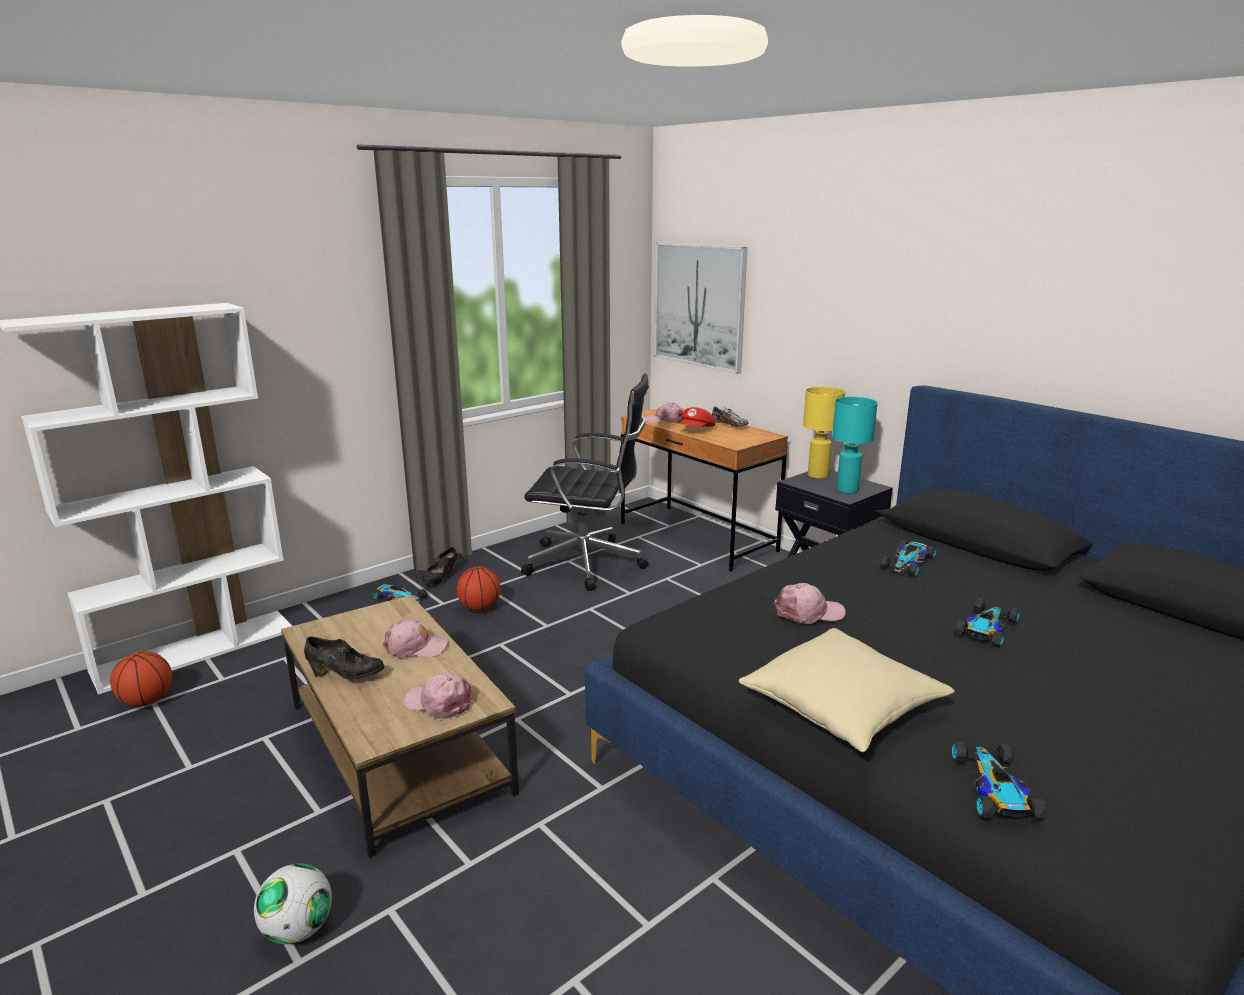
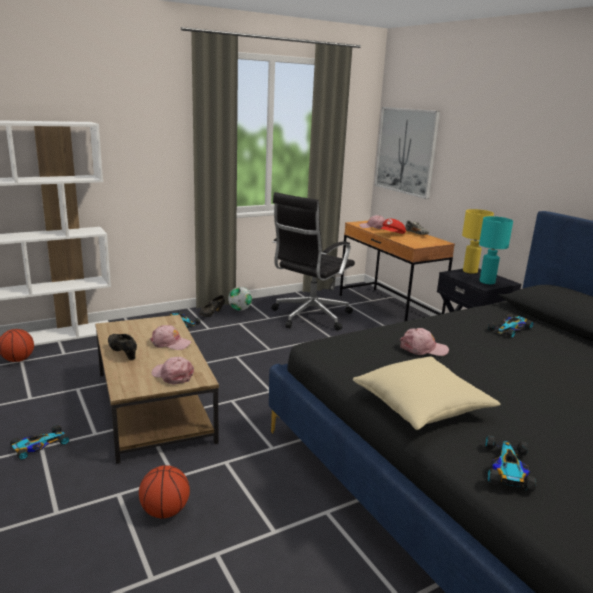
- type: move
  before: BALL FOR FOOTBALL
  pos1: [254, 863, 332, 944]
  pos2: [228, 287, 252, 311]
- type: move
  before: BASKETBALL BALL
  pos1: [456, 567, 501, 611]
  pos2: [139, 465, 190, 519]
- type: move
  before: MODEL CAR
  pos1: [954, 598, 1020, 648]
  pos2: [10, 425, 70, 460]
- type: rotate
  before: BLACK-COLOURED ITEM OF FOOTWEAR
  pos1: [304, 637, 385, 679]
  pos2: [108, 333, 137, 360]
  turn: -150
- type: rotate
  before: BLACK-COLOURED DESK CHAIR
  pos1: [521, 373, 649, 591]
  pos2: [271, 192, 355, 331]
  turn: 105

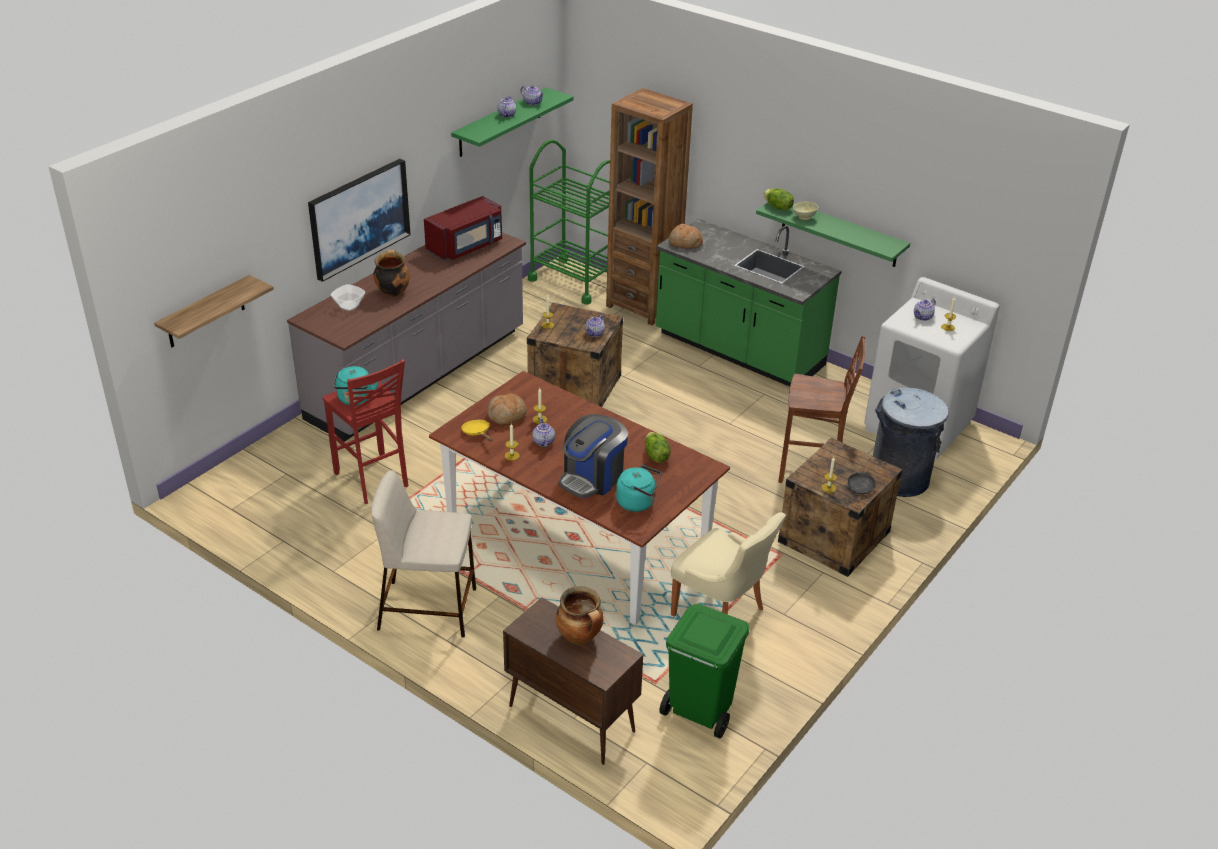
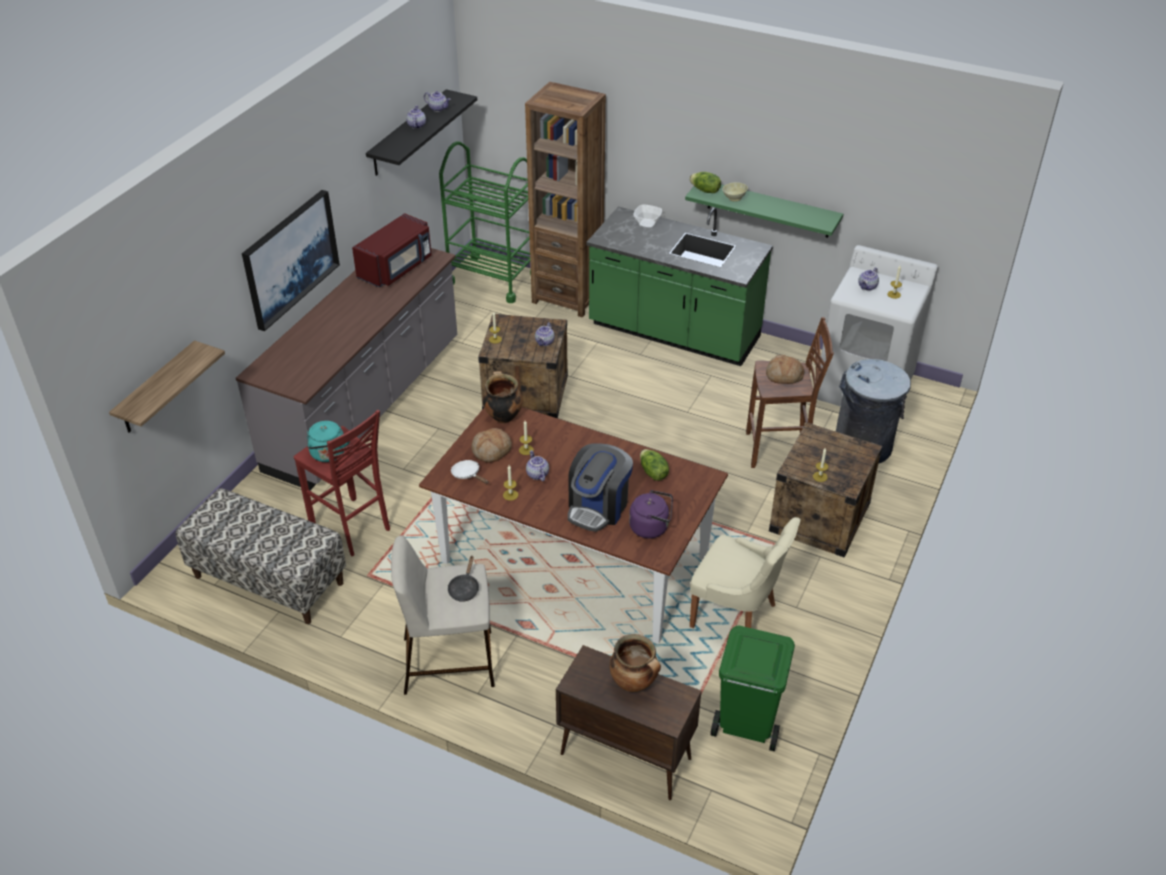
- type: insert
  after: LONG SEAT
  pos2: [176, 488, 346, 624]
- type: move
  before: SERVING BOWL
  pos1: [331, 284, 365, 311]
  pos2: [633, 205, 662, 228]
- type: move
  before: COOKING POT
  pos1: [374, 249, 410, 297]
  pos2: [483, 371, 523, 423]
- type: move
  before: BAKED BREAD
  pos1: [669, 224, 703, 249]
  pos2: [766, 355, 805, 384]
- type: move
  before: BLACK-COLOURED PAN
  pos1: [847, 459, 876, 494]
  pos2: [448, 555, 479, 602]
- type: recolor
  before: GREEN SHELF
  after: BLACK-COLOURED SHELF
  pos1: [451, 87, 574, 157]
  pos2: [366, 89, 477, 176]
- type: recolor
  before: YELLOW-COLOURED PAN
  after: WHITE-COLOURED PAN
  pos1: [461, 420, 493, 441]
  pos2: [451, 460, 488, 484]
- type: recolor
  before: TURQUOISE-COLOURED WATER KETTLE
  after: PURPLE WATER KETTLE
  pos1: [616, 465, 662, 512]
  pos2: [629, 490, 673, 538]

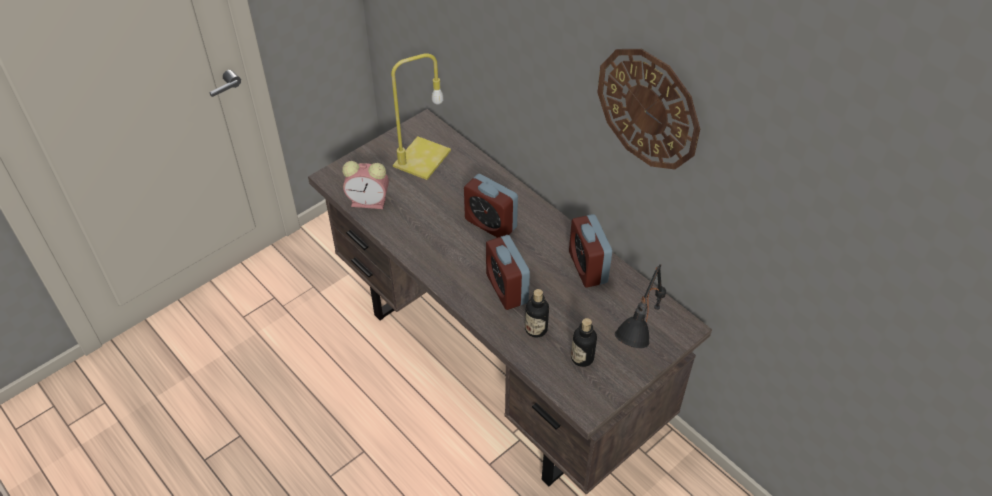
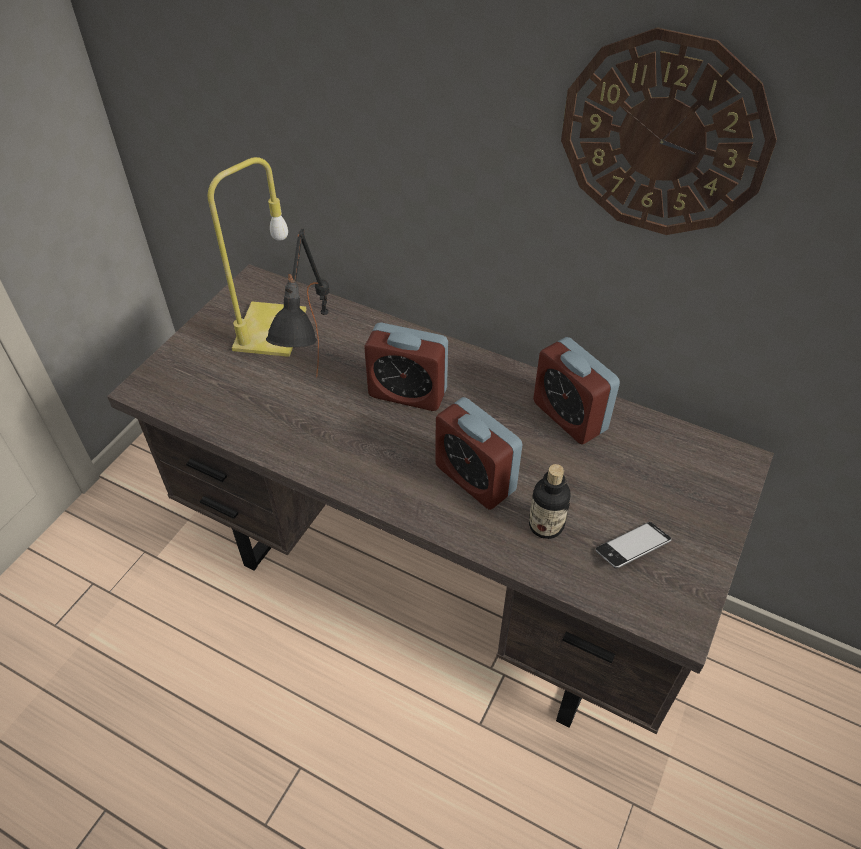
- type: delete
  before: TABLE CLOCK
  pos1: [342, 161, 389, 209]
- type: move
  before: BLACK-COLOURED TABLETOP LAMP
  pos1: [615, 264, 666, 348]
  pos2: [266, 229, 329, 378]
- type: replace
  before: BEVERAGE BOTTLE
  after: HANDSET
  pos1: [571, 318, 597, 367]
  pos2: [596, 522, 671, 568]

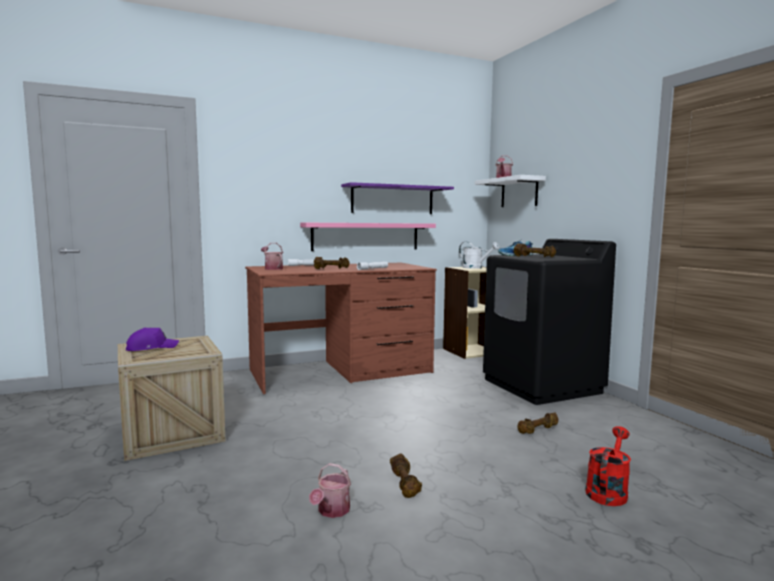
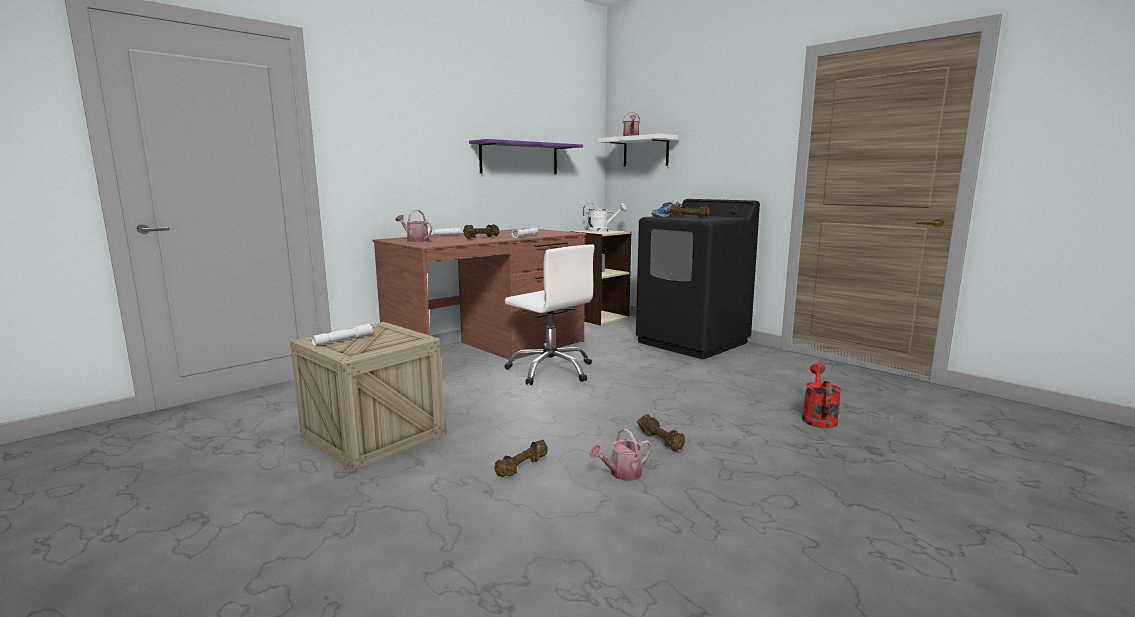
- type: delete
  before: PINK SHELF
  pos1: [300, 222, 436, 251]
- type: insert
  after: WHITE-COLOURED DESK CHAIR
  pos2: [504, 244, 595, 385]
- type: move
  before: BROWN-COLOURED HAND WEIGHT
  pos1: [517, 413, 558, 434]
  pos2: [495, 440, 548, 477]
- type: replace
  before: PURPLE PEAKED CAP
  after: WHITE-COLOURED TORCH
  pos1: [126, 328, 179, 351]
  pos2: [312, 324, 373, 346]
- type: rotate
  before: WATERING POT
  pos1: [309, 463, 351, 518]
  pos2: [589, 428, 652, 481]
  turn: 60

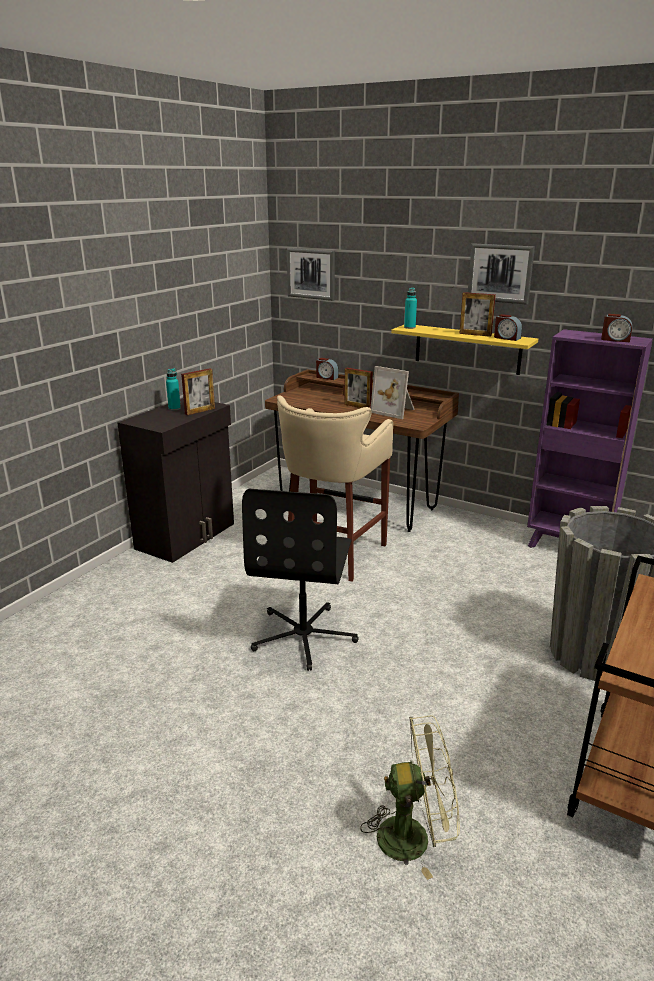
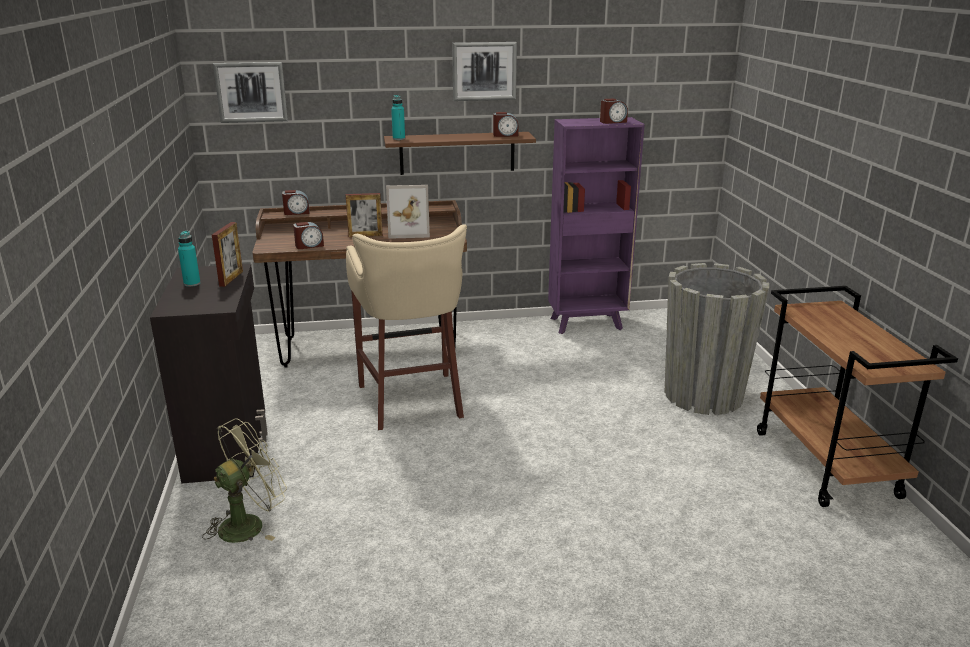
- type: delete
  before: BLACK-COLOURED DESK CHAIR
  pos1: [242, 489, 358, 671]
- type: delete
  before: PHOTO FRAME
  pos1: [459, 292, 496, 337]
- type: insert
  after: TABLE CLOCK
  pos2: [293, 222, 324, 249]
- type: move
  before: GREEN FAN
  pos1: [360, 715, 460, 880]
  pos2: [202, 418, 287, 543]
- type: recolor
  before: YELLOW-COLOURED SHELF
  after: BROWN-COLOURED SHELF
  pos1: [391, 325, 538, 375]
  pos2: [384, 132, 536, 175]

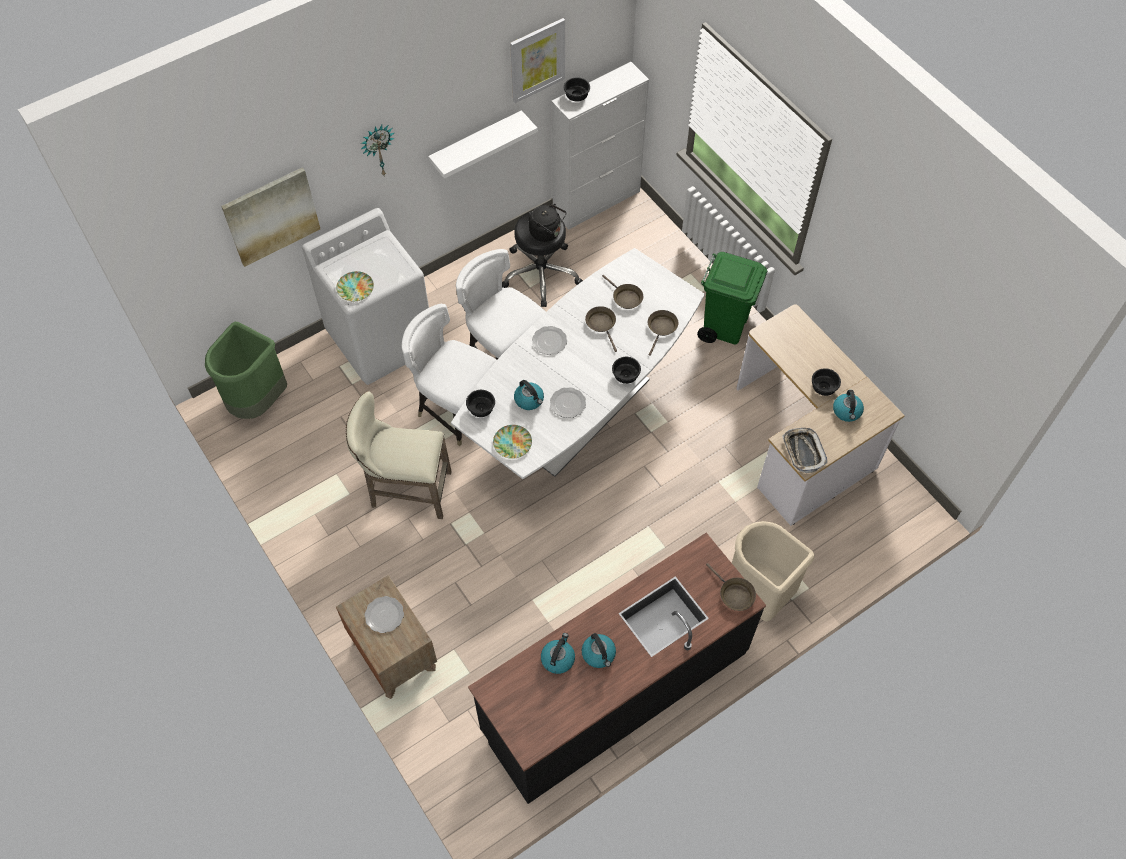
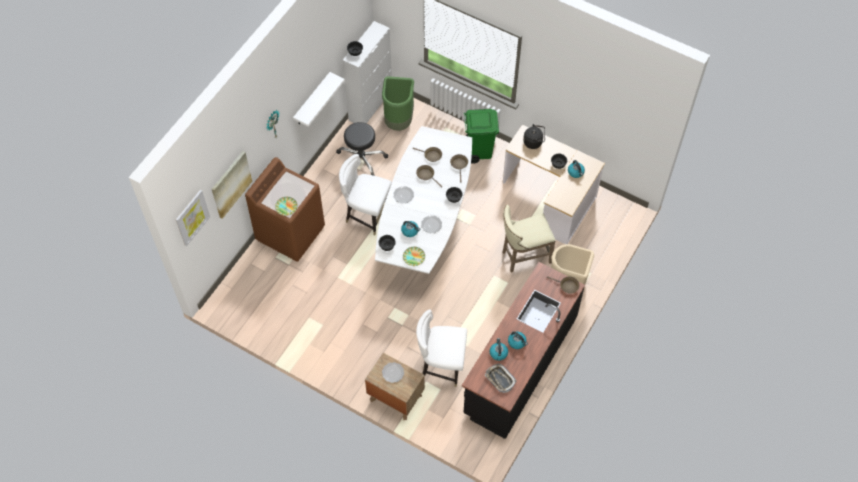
- type: move
  before: GREEN RUBBISH BIN
  pos1: [205, 322, 287, 419]
  pos2: [382, 76, 414, 131]
- type: move
  before: BEIGE SITTING STOOL
  pos1: [346, 391, 452, 519]
  pos2: [502, 205, 556, 273]
- type: move
  before: WHITE-COLOURED CHAIR
  pos1: [402, 304, 497, 446]
  pos2: [416, 309, 467, 387]
- type: move
  before: PICTURE
  pos1: [510, 18, 565, 103]
  pos2: [176, 190, 210, 246]
- type: move
  before: BLACK-COLOURED WATER KETTLE
  pos1: [529, 204, 566, 242]
  pos2: [523, 124, 545, 149]
- type: move
  before: TRAY
  pos1: [782, 428, 828, 473]
  pos2: [485, 364, 516, 393]
- type: recolor
  before: WHITE-COLOURED LAUNDRY MACHINE
  after: BROWN-COLOURED LAUNDRY MACHINE
  pos1: [302, 208, 429, 385]
  pos2: [245, 157, 325, 262]

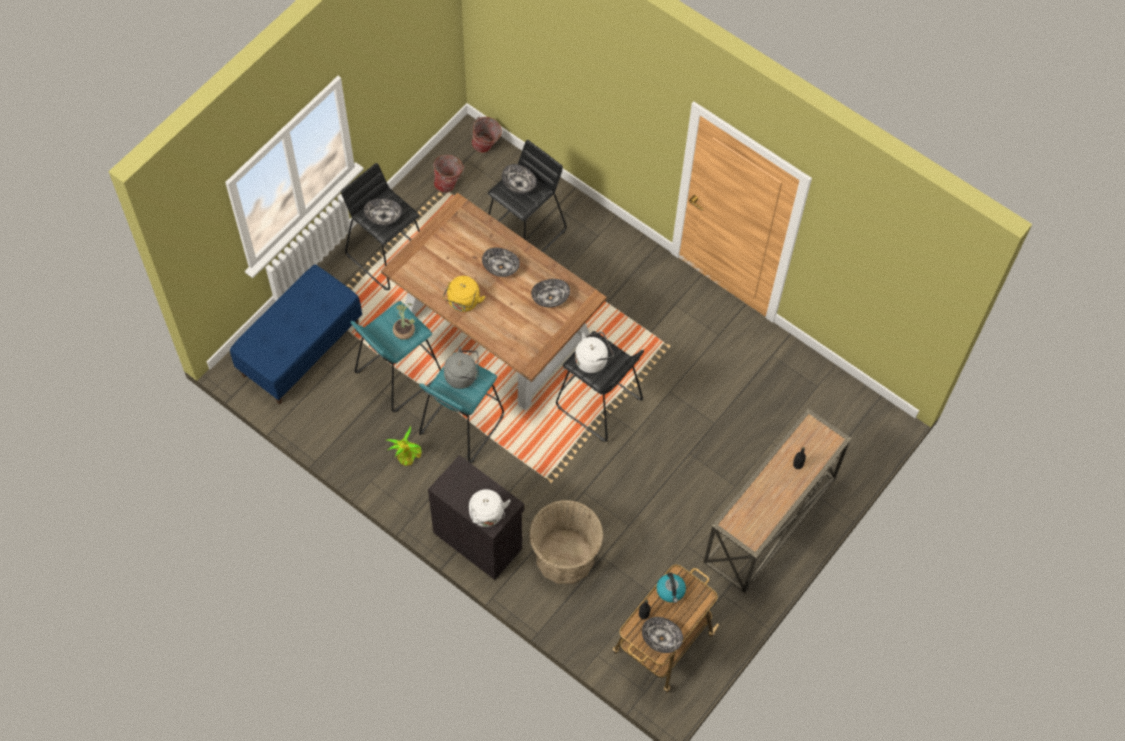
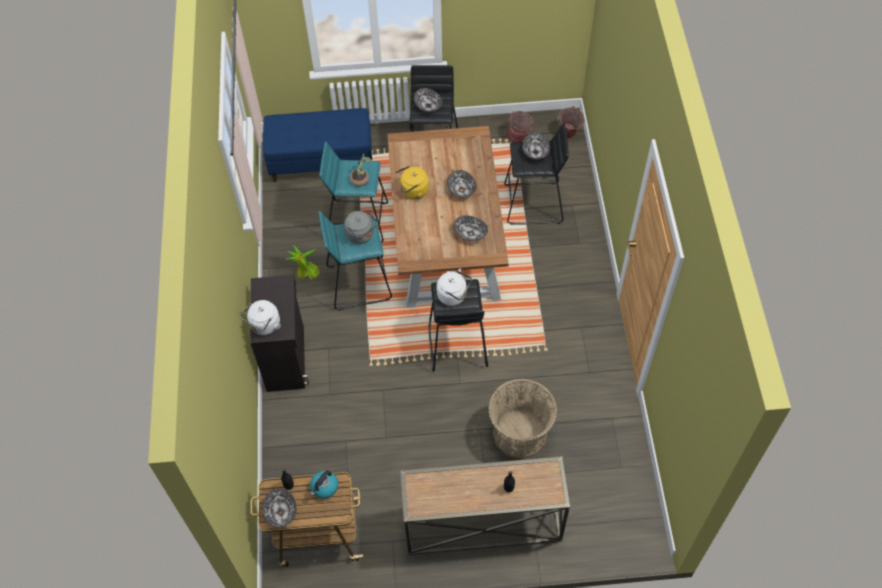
- type: move
  before: BASKET
  pos1: [529, 500, 604, 584]
  pos2: [488, 379, 557, 459]

